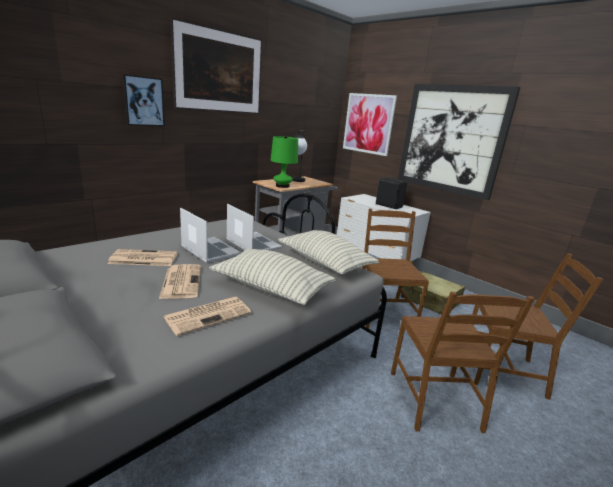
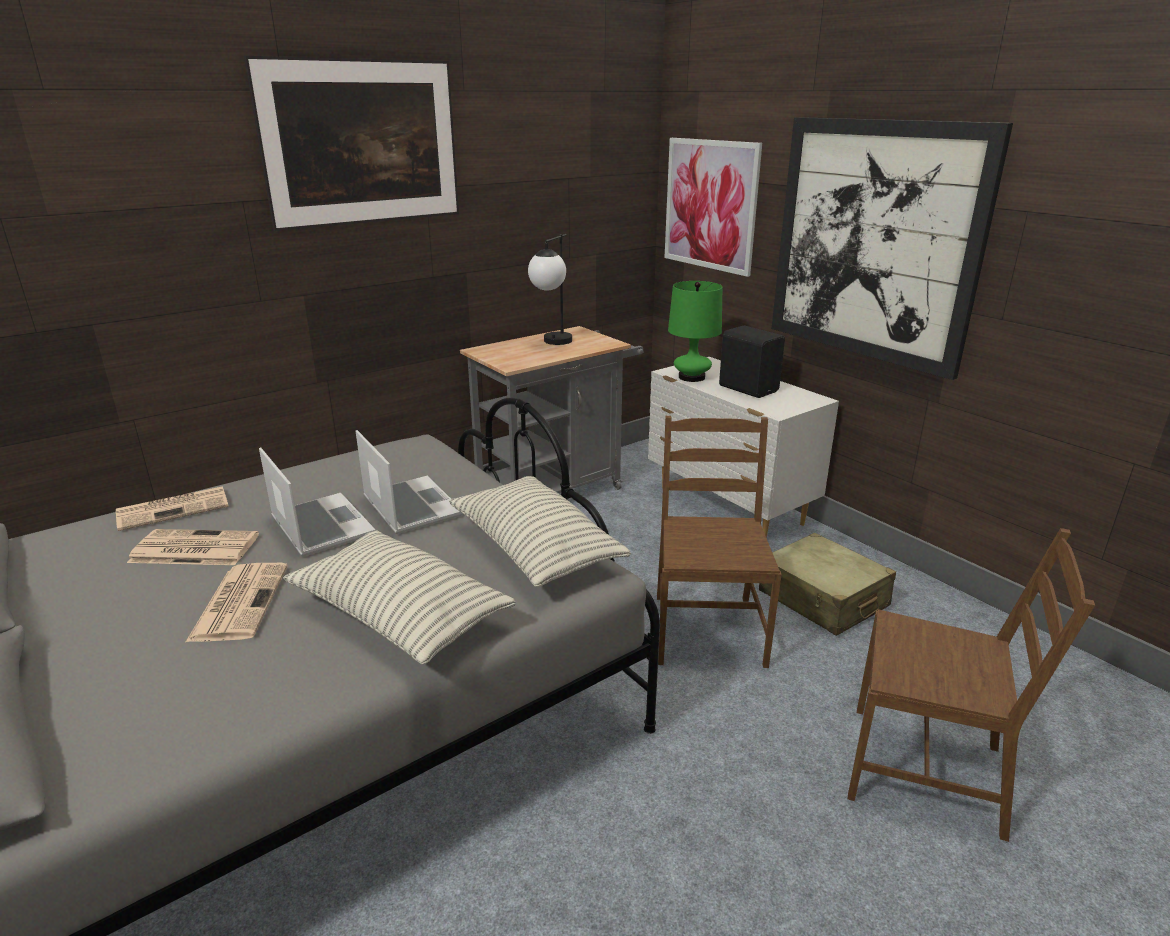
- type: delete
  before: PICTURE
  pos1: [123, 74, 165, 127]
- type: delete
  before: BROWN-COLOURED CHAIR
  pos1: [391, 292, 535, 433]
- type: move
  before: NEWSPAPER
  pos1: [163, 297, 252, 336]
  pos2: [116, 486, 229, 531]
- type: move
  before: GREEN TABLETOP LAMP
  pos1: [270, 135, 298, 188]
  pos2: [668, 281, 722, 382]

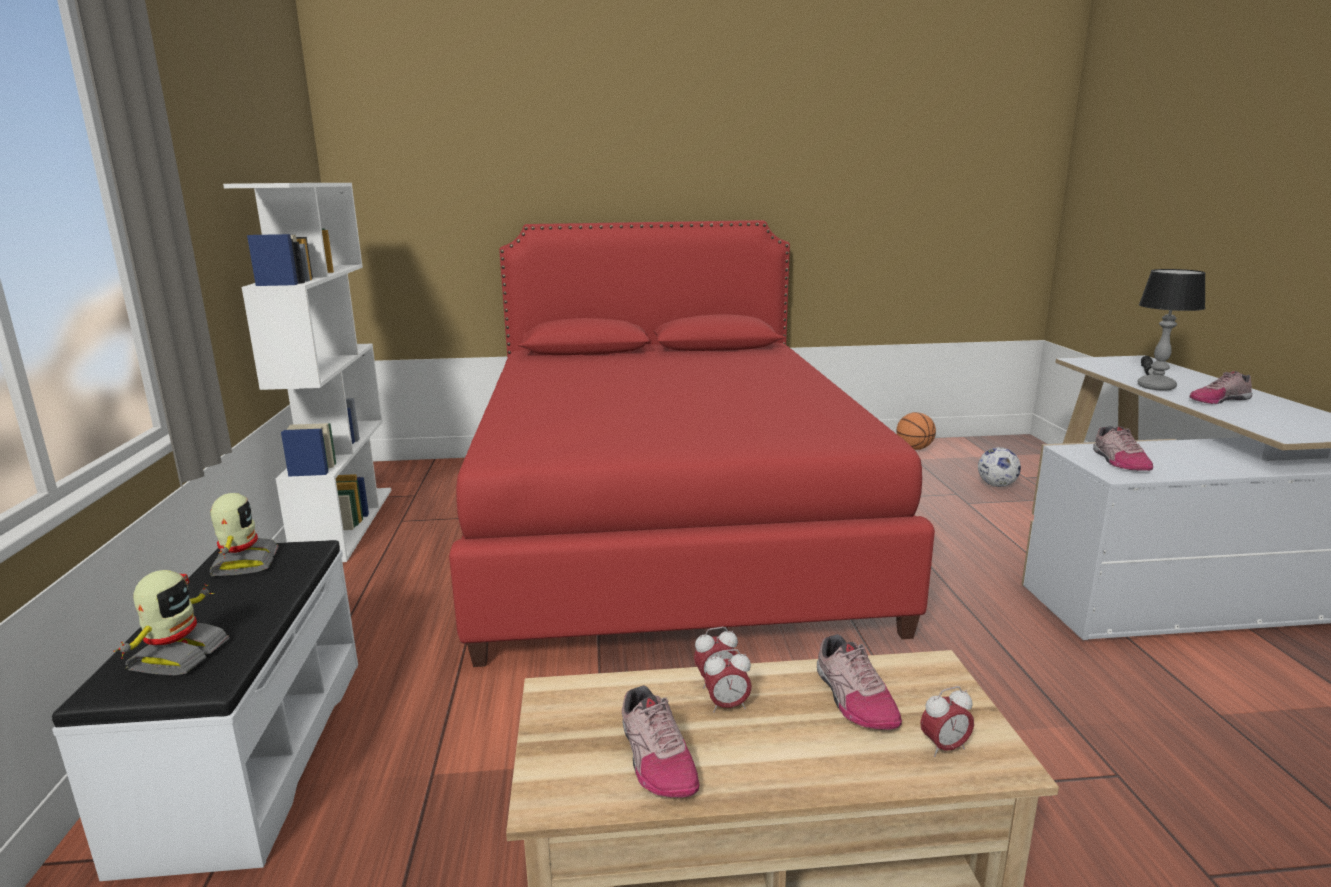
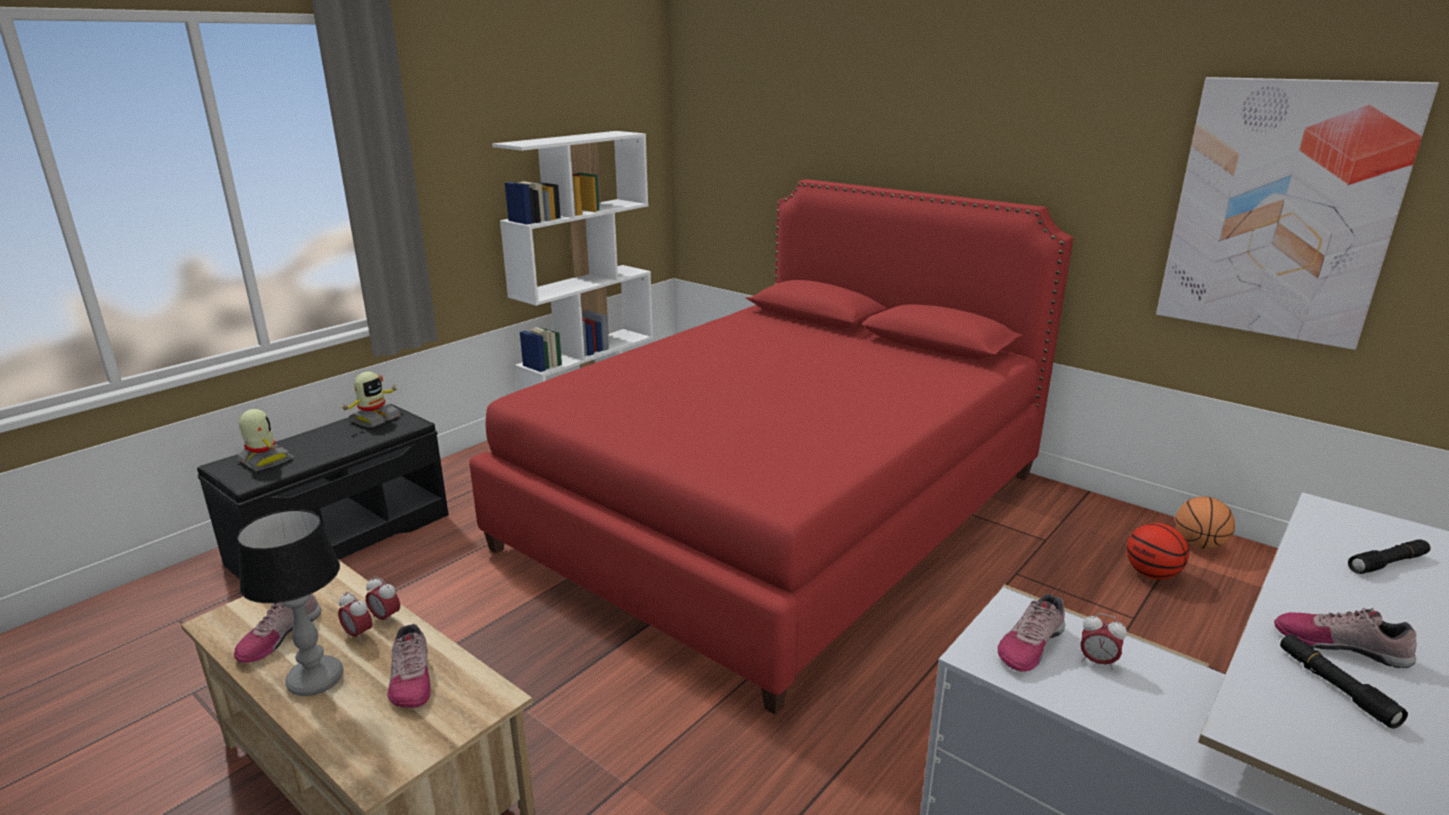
- type: delete
  before: BALL FOR FOOTBALL
  pos1: [978, 447, 1021, 487]
- type: insert
  after: BASKETBALL BALL
  pos2: [1127, 523, 1189, 579]
- type: insert
  after: PICTURE
  pos2: [1156, 77, 1439, 350]
- type: insert
  after: BLACK-COLOURED TORCH
  pos2: [1280, 634, 1408, 729]
- type: move
  before: TABLE CLOCK
  pos1: [920, 686, 974, 757]
  pos2: [1080, 613, 1127, 670]
- type: move
  before: TABLETOP LAMP
  pos1: [1137, 269, 1206, 391]
  pos2: [237, 509, 343, 696]
- type: recolor
  before: WHITE-COLOURED LONG SEAT
  after: BLACK-COLOURED LONG SEAT
  pos1: [52, 540, 358, 881]
  pos2: [197, 404, 449, 579]
- type: rotate
  before: ROBOT FIGURE
  pos1: [113, 570, 230, 675]
  pos2: [237, 409, 294, 471]
  turn: -105
- type: rotate
  before: ITEM OF FOOTWEAR
  pos1: [817, 634, 902, 730]
  pos2: [387, 624, 431, 708]
  turn: -45

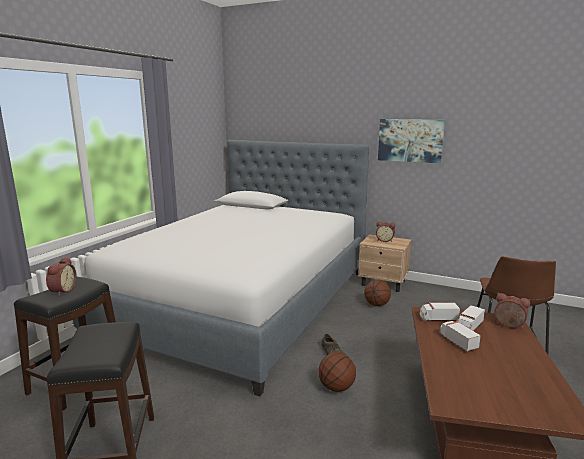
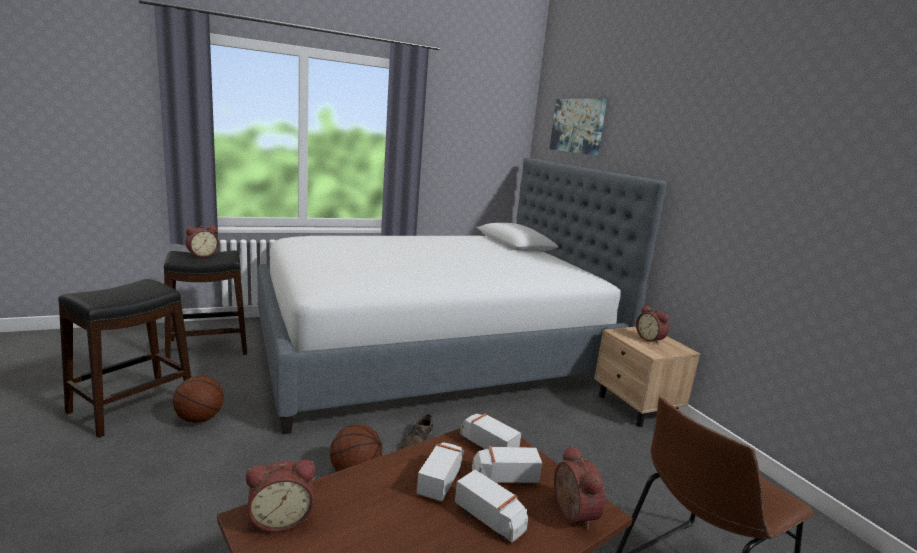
- type: insert
  after: TABLE CLOCK
  pos2: [246, 460, 315, 532]
- type: insert
  after: TOY LORRY
  pos2: [455, 470, 528, 542]
- type: move
  before: BASKETBALL BALL
  pos1: [364, 280, 391, 306]
  pos2: [173, 375, 224, 423]
- type: move
  before: PICTURE
  pos1: [378, 119, 445, 163]
  pos2: [550, 98, 607, 156]

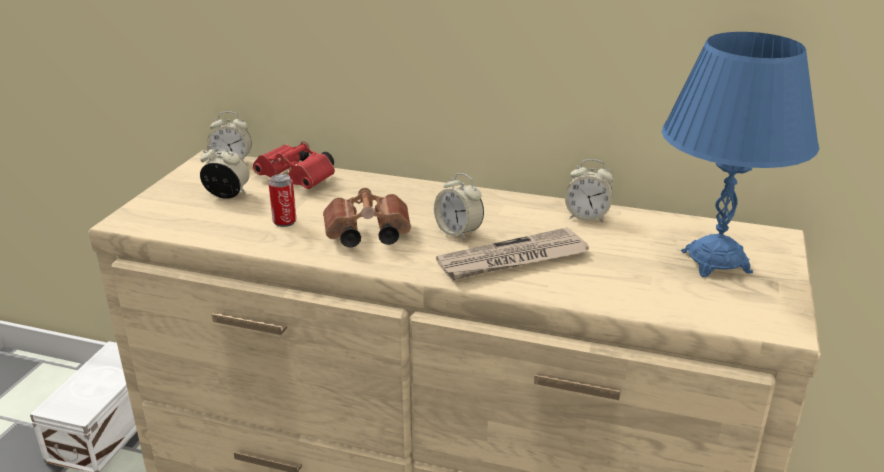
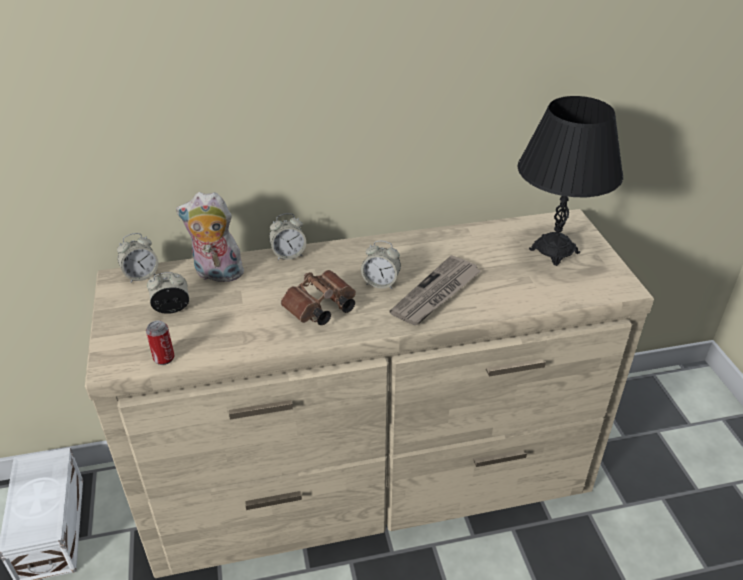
- type: move
  before: METAL CAN
  pos1: [269, 174, 296, 227]
  pos2: [146, 320, 175, 365]
- type: move
  before: TABLE CLOCK
  pos1: [565, 159, 614, 222]
  pos2: [269, 213, 306, 260]
- type: replace
  before: RED-COLOURED FIELD GLASSES
  after: CUDDLY TOY
  pos1: [253, 141, 335, 189]
  pos2: [176, 192, 246, 282]
- type: recolor
  before: BLUISH TABLETOP LAMP
  after: BLACK-COLOURED TABLETOP LAMP
  pos1: [662, 32, 819, 277]
  pos2: [517, 96, 623, 266]

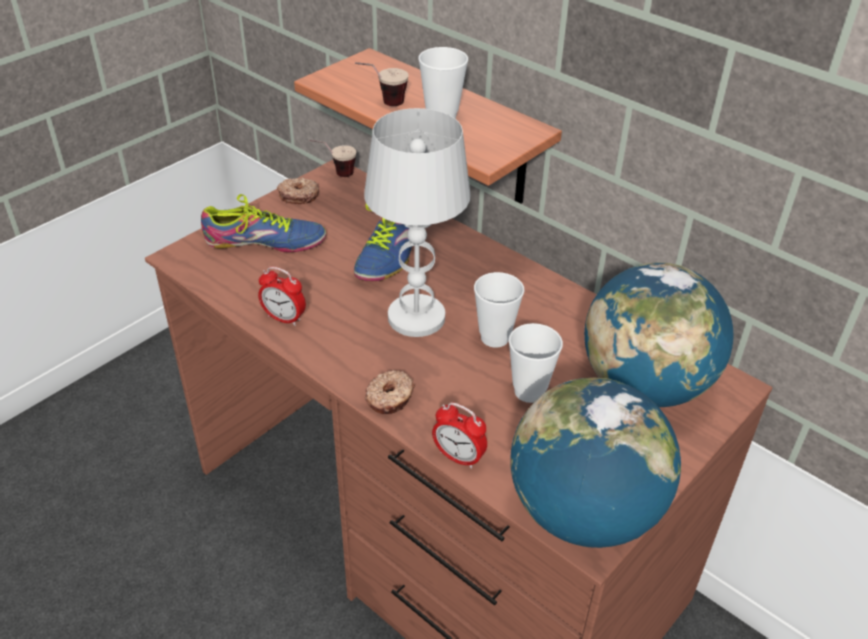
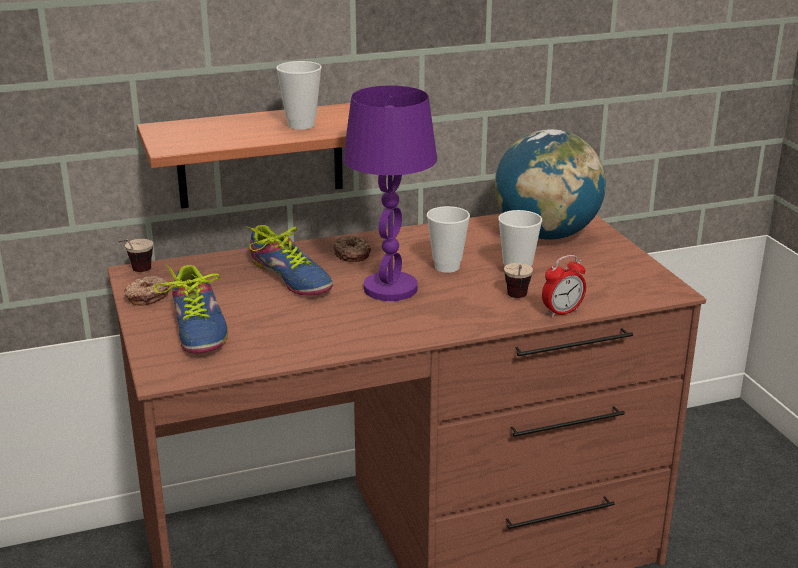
- type: delete
  before: TABLE CLOCK
  pos1: [258, 266, 306, 326]
- type: delete
  before: WORLD GLOBE
  pos1: [510, 378, 681, 548]
- type: move
  before: CUP
  pos1: [355, 62, 409, 106]
  pos2: [504, 263, 533, 298]
- type: move
  before: RING DOUGHNUT
  pos1: [365, 370, 415, 414]
  pos2: [334, 236, 371, 262]
- type: recolor
  before: WHITE-COLOURED TABLETOP LAMP
  after: PURPLE TABLETOP LAMP
  pos1: [364, 108, 471, 337]
  pos2: [343, 85, 437, 301]
- type: rotate
  before: ITEM OF FOOTWEAR
  pos1: [201, 194, 326, 252]
  pos2: [154, 264, 229, 354]
  turn: 135

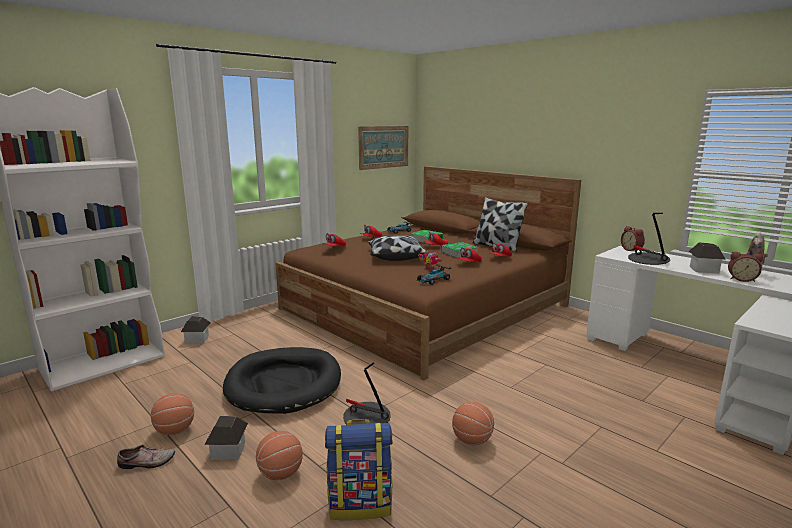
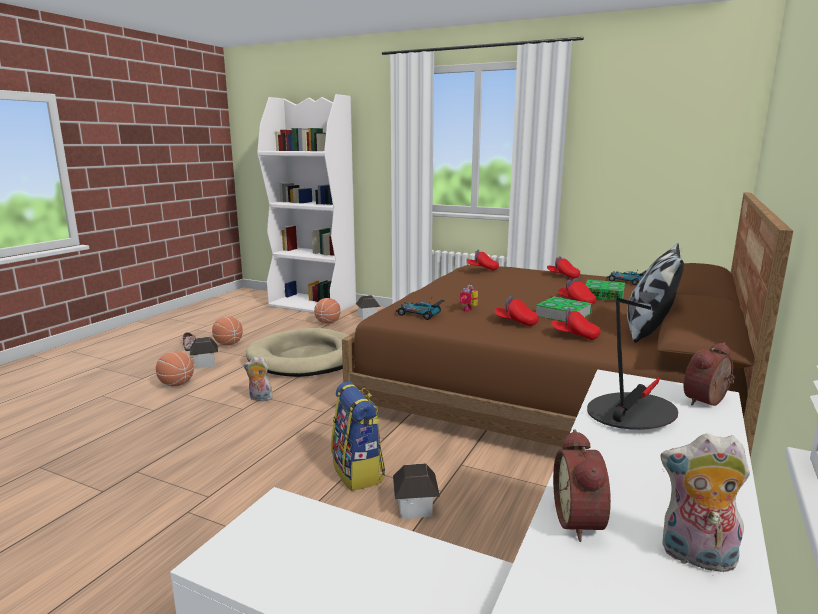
- type: delete
  before: PICTURE
  pos1: [358, 126, 408, 170]
- type: delete
  before: PILLOW
  pos1: [368, 235, 427, 261]
- type: move
  before: RUCKSACK
  pos1: [325, 419, 392, 520]
  pos2: [331, 382, 385, 491]
- type: move
  before: BASKETBALL BALL
  pos1: [452, 402, 494, 445]
  pos2: [314, 298, 341, 324]
- type: move
  before: MODEL HOUSE
  pos1: [689, 242, 726, 274]
  pos2: [393, 463, 440, 519]
- type: replace
  before: TABLETOP LAMP
  after: CUDDLY TOY
  pos1: [343, 362, 391, 425]
  pos2: [244, 357, 273, 401]
- type: recolor
  before: BLACK-COLOURED DOG BED
  after: BEIGE DOG BED
  pos1: [223, 347, 341, 414]
  pos2: [246, 328, 349, 377]

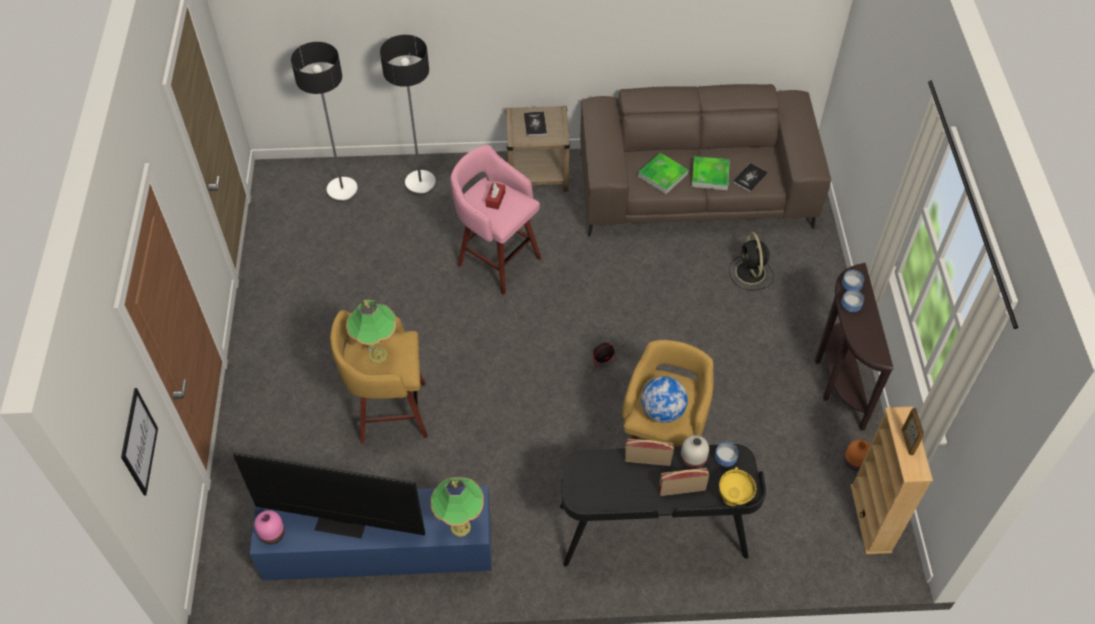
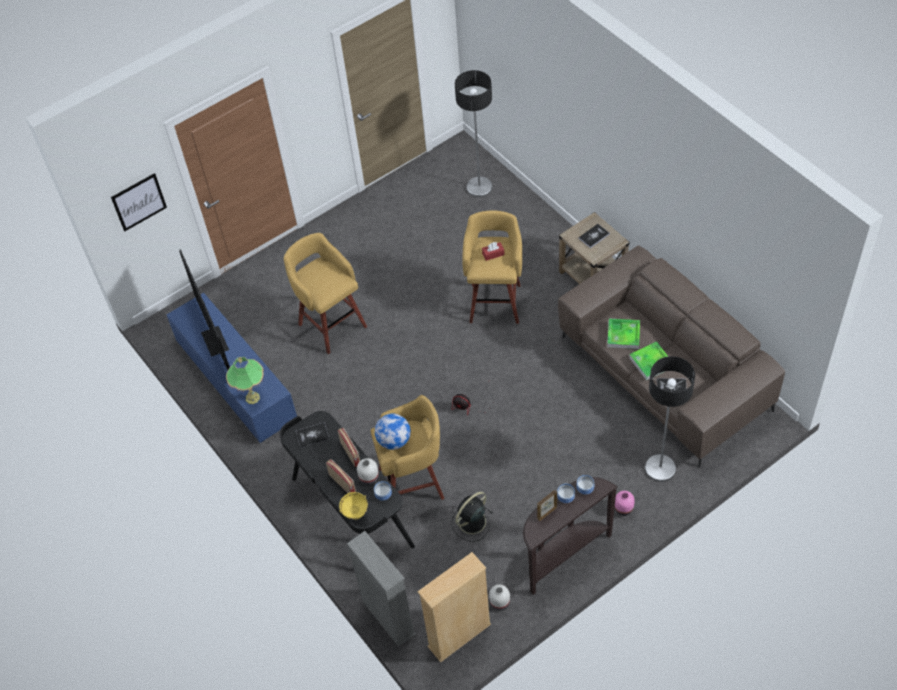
- type: delete
  before: TABLETOP LAMP
  pos1: [346, 300, 397, 363]
- type: insert
  after: BOUND BOOK
  pos2: [296, 423, 329, 447]
- type: insert
  after: GREYISH BOOKCASE
  pos2: [347, 531, 416, 647]
- type: move
  before: PINK VASE
  pos1: [254, 510, 285, 544]
  pos2: [614, 491, 635, 516]
- type: move
  before: STANDARD LAMP
  pos1: [380, 35, 437, 195]
  pos2: [645, 356, 695, 482]
- type: move
  before: BLACK-COLOURED FAN
  pos1: [729, 232, 774, 290]
  pos2: [451, 492, 493, 542]
- type: move
  before: PHOTO FRAME
  pos1: [902, 408, 925, 455]
  pos2: [537, 490, 557, 521]
- type: recolor
  before: PINK SITTING STOOL
  after: YELLOW-COLOURED SITTING STOOL
  pos1: [451, 145, 541, 295]
  pos2: [462, 210, 522, 324]
- type: recolor
  before: ORANGE VASE
  after: WHITE-COLOURED VASE
  pos1: [844, 440, 870, 471]
  pos2: [489, 584, 510, 610]

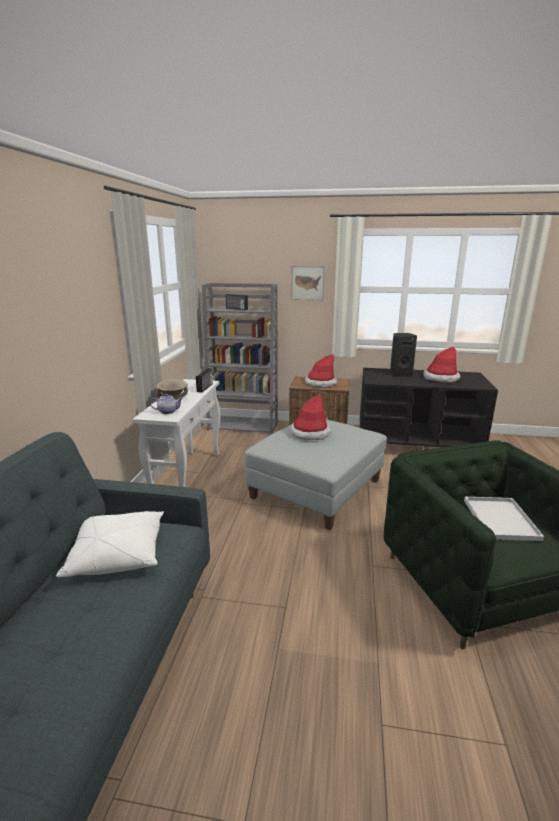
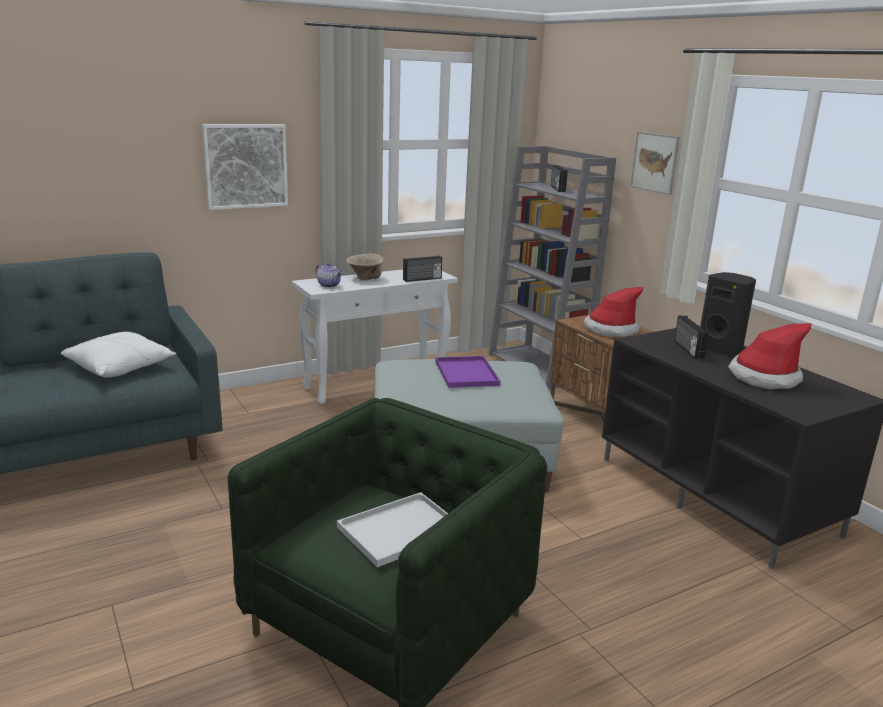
- type: insert
  after: PICTURE
  pos2: [202, 124, 288, 210]
- type: insert
  after: RADIO SET
  pos2: [674, 316, 709, 359]
- type: replace
  before: WEARABLE HAT
  after: PURPLE TRAY
  pos1: [290, 395, 331, 440]
  pos2: [435, 356, 500, 388]

